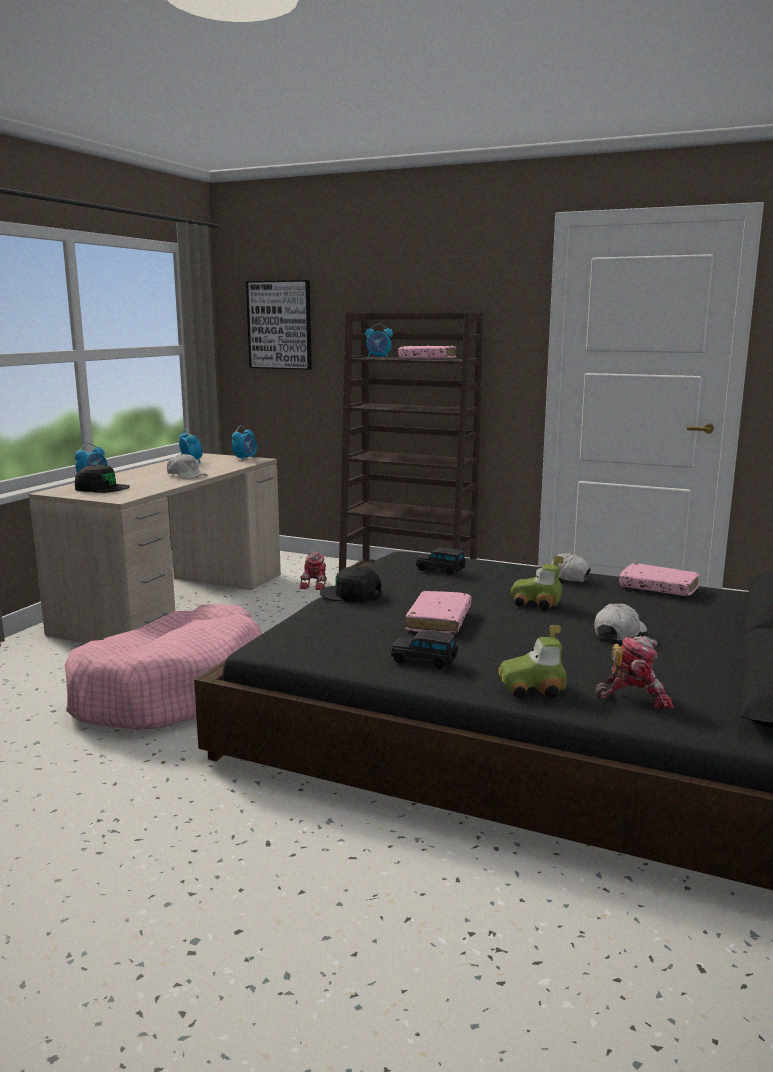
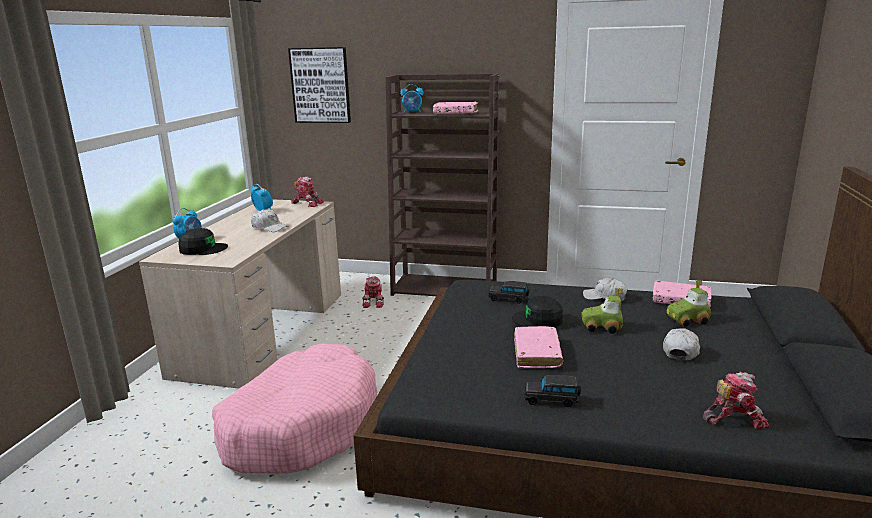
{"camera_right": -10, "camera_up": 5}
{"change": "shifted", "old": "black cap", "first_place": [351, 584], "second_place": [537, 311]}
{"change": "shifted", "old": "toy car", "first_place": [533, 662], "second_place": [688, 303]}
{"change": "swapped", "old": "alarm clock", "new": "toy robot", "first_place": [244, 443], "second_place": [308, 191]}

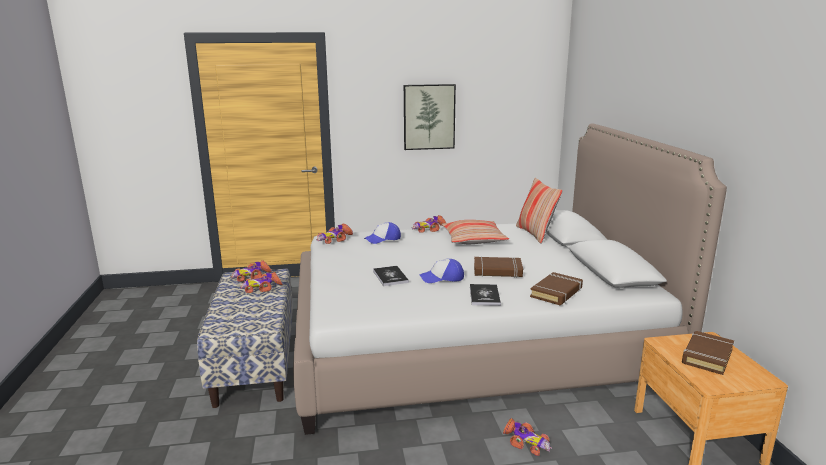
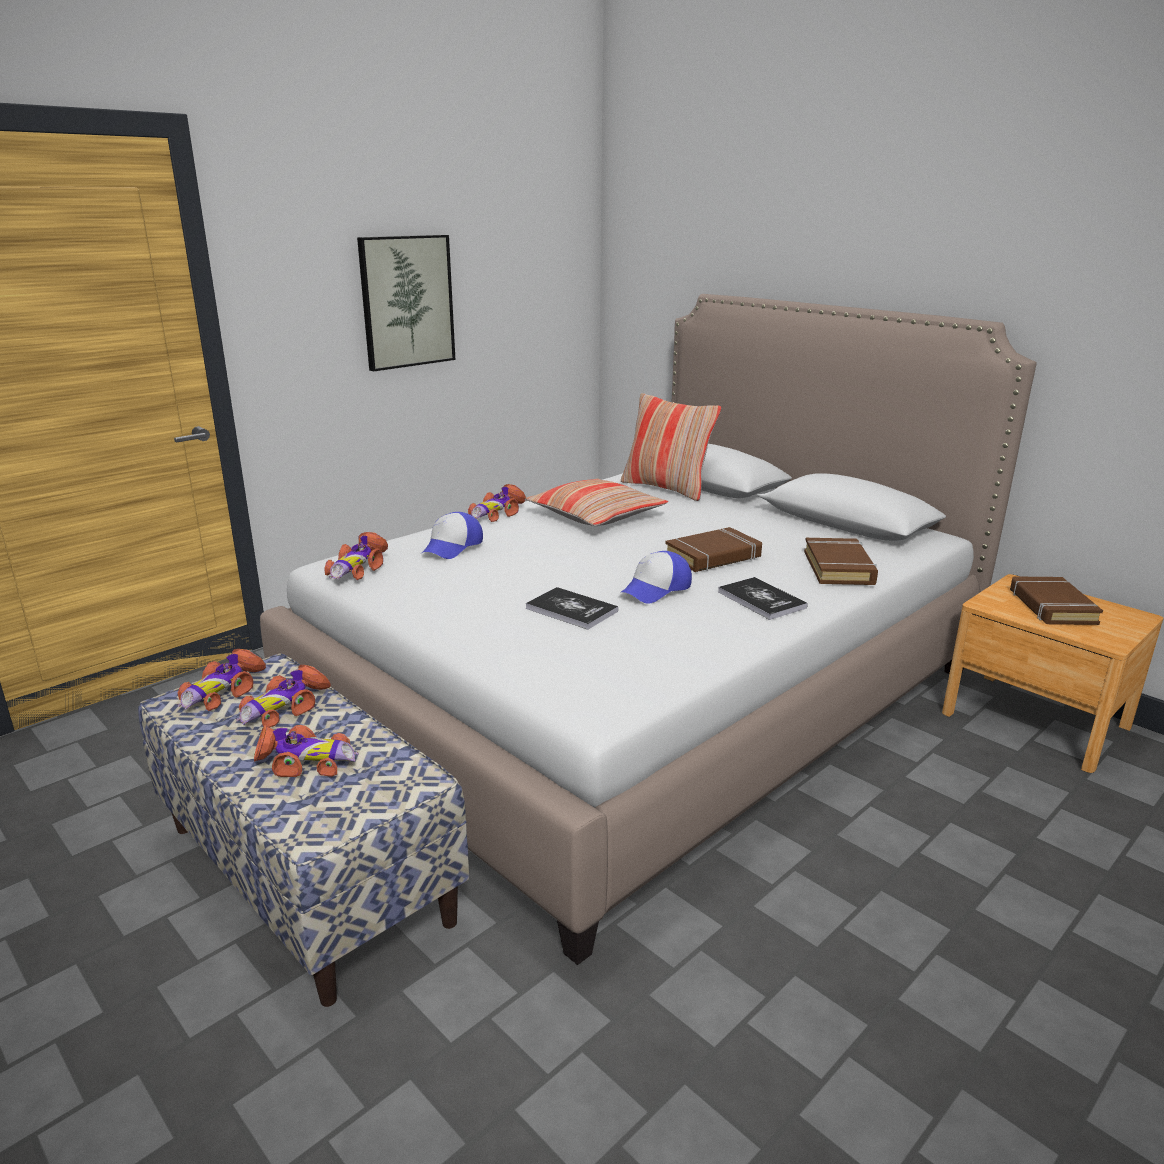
{"camera_right": -35, "camera_up": 5}
{"change": "shifted", "old": "toy car", "first_place": [527, 437], "second_place": [306, 751]}

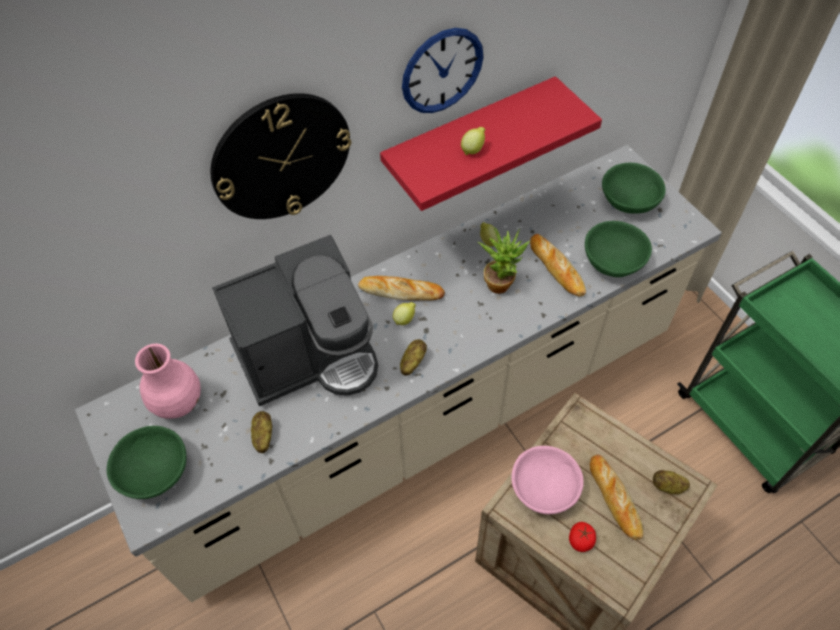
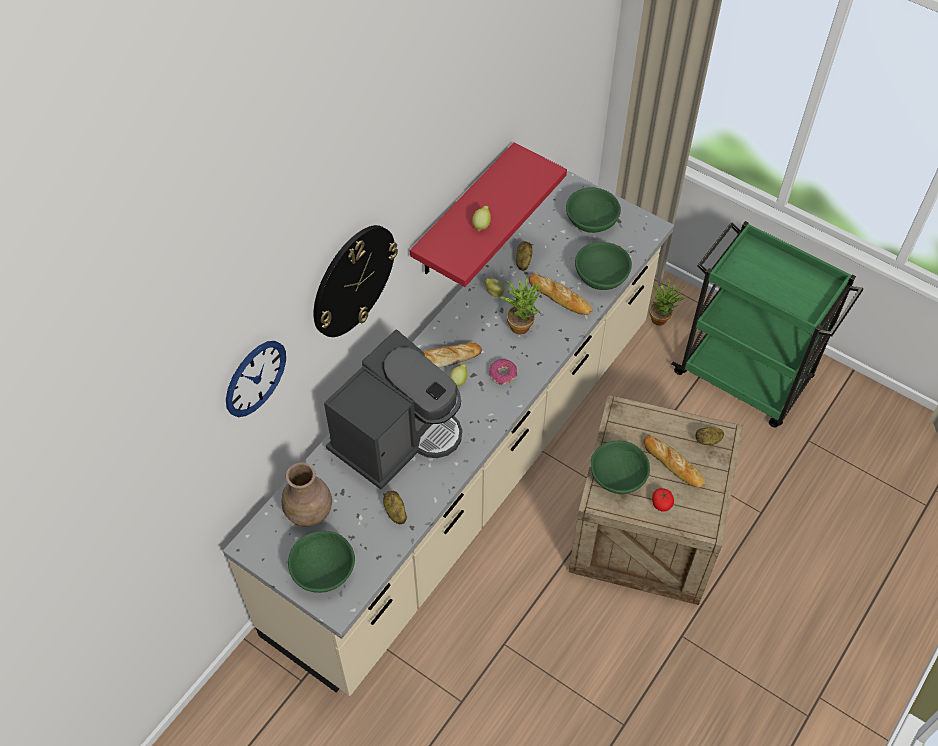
{"camera_right": -25, "camera_up": 0}
{"change": "new", "new": "donut", "second_place": [503, 372]}
{"change": "new", "new": "potted plant", "second_place": [668, 302]}
{"change": "shifted", "old": "potato", "first_place": [413, 357], "second_place": [524, 256]}
{"change": "shifted", "old": "wall clock", "first_place": [443, 70], "second_place": [256, 379]}
{"change": "repainted", "old": "pink vase", "new": "brown vase", "first_place": [168, 381], "second_place": [307, 494]}
{"change": "repainted", "old": "pink bowl", "new": "green bowl", "first_place": [547, 480], "second_place": [620, 467]}

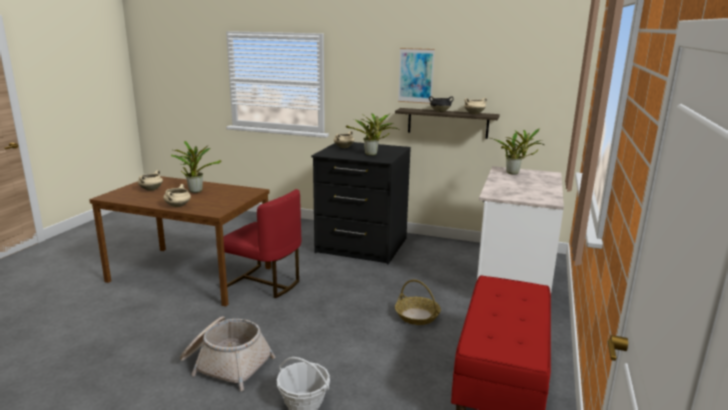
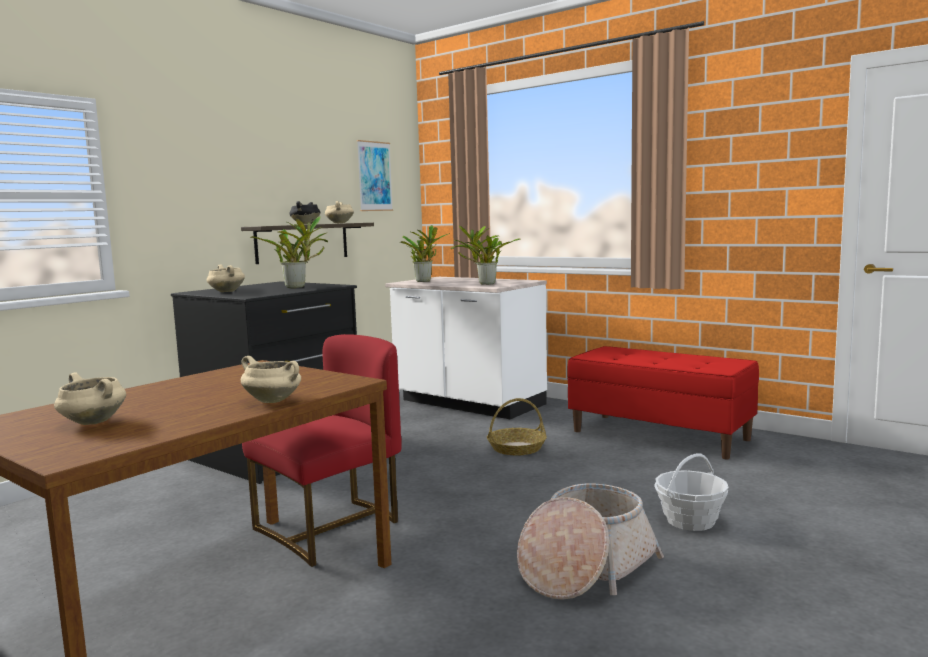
{"camera_right": -70, "camera_up": -10}
{"change": "shifted", "old": "potted plant", "first_place": [196, 167], "second_place": [486, 255]}
{"change": "shifted", "old": "picture", "first_place": [416, 76], "second_place": [375, 175]}

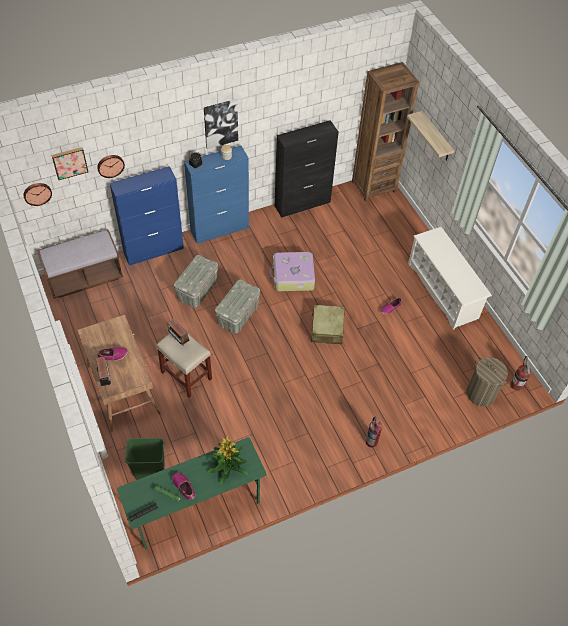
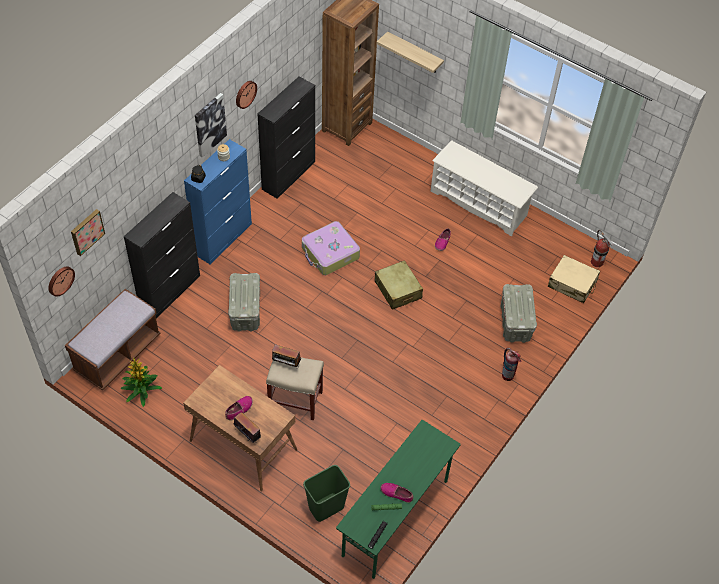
{"camera_right": -30, "camera_up": 0}
{"change": "shifted", "old": "wall clock", "first_place": [111, 166], "second_place": [246, 95]}
{"change": "shifted", "old": "potted plant", "first_place": [228, 460], "second_place": [141, 382]}
{"change": "shifted", "old": "grey storage box", "first_place": [237, 307], "second_place": [518, 313]}
{"change": "swapped", "old": "laundry basket", "new": "beige suitcase", "first_place": [487, 381], "second_place": [574, 279]}
{"change": "repainted", "old": "blue cabinet", "new": "black cabinet", "first_place": [147, 216], "second_place": [162, 255]}

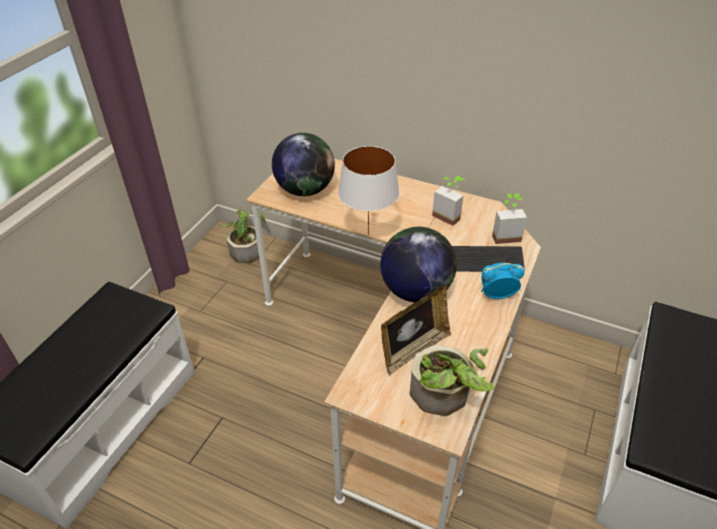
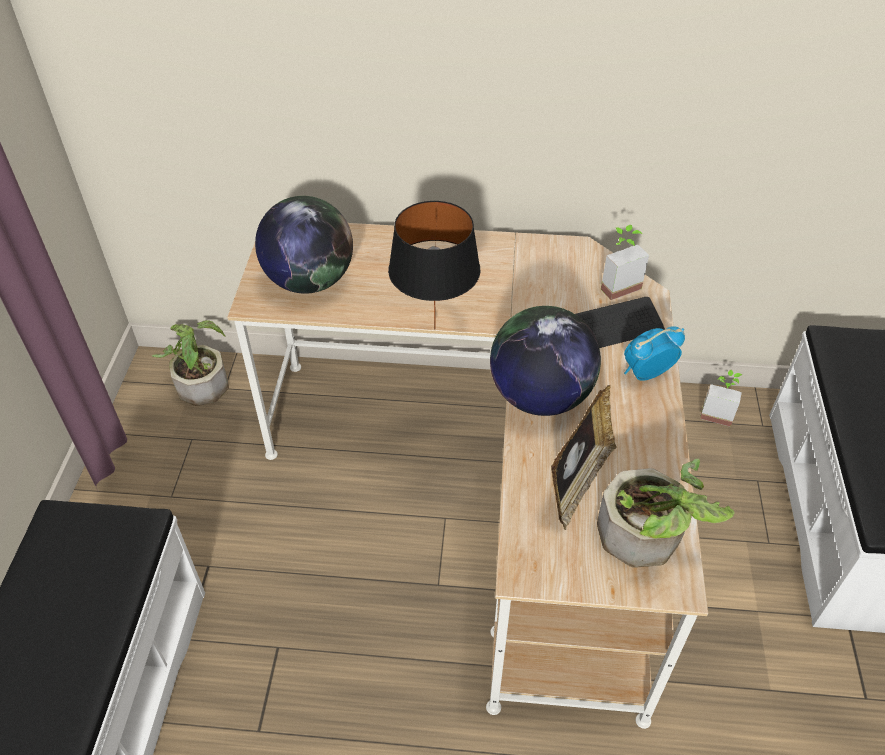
{"camera_right": -20, "camera_up": 5}
{"change": "shifted", "old": "potted plant", "first_place": [448, 201], "second_place": [721, 398]}
{"change": "repainted", "old": "white table lamp", "new": "black table lamp", "first_place": [369, 190], "second_place": [434, 265]}

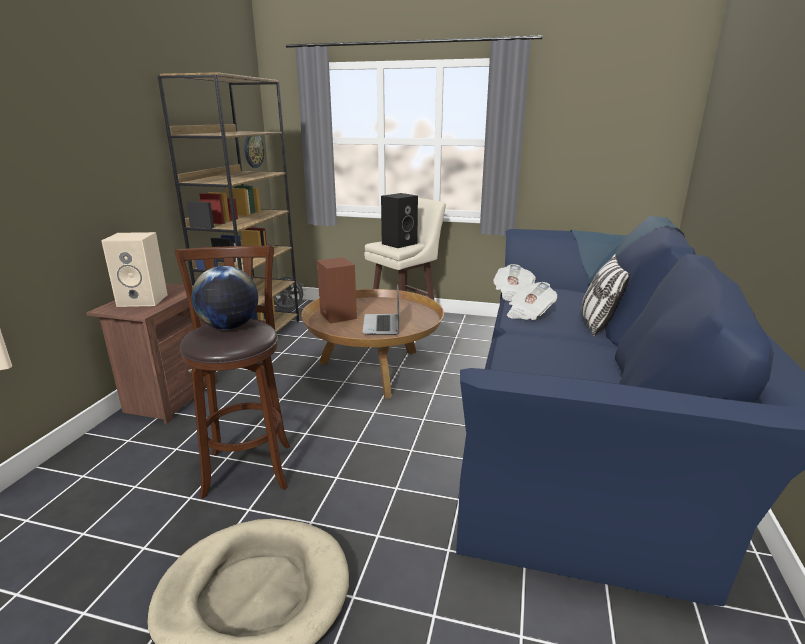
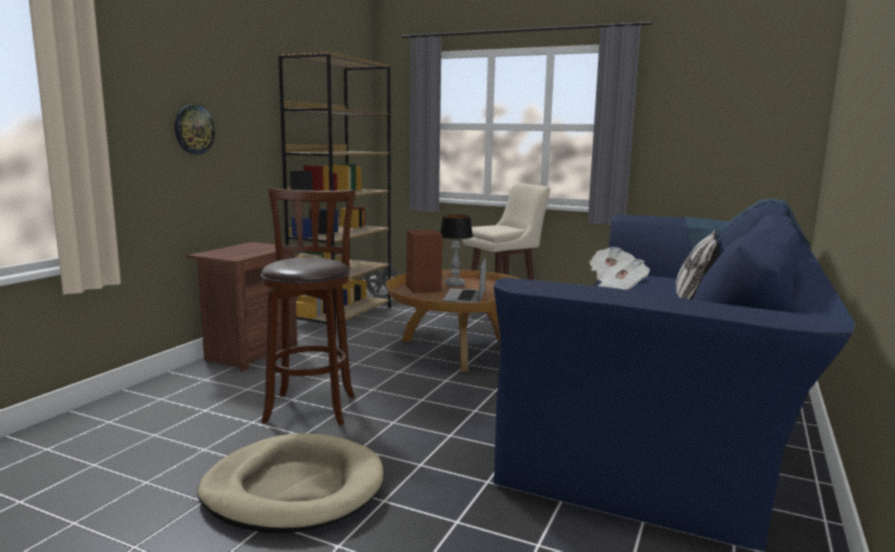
{"camera_right": 10, "camera_up": -10}
{"change": "gone", "old": "beige speaker", "first_place": [134, 269]}
{"change": "gone", "old": "globe", "first_place": [224, 297]}
{"change": "gone", "old": "black speaker", "first_place": [399, 220]}
{"change": "new", "new": "table lamp", "second_place": [456, 250]}
{"change": "shifted", "old": "wall clock", "first_place": [254, 152], "second_place": [195, 129]}

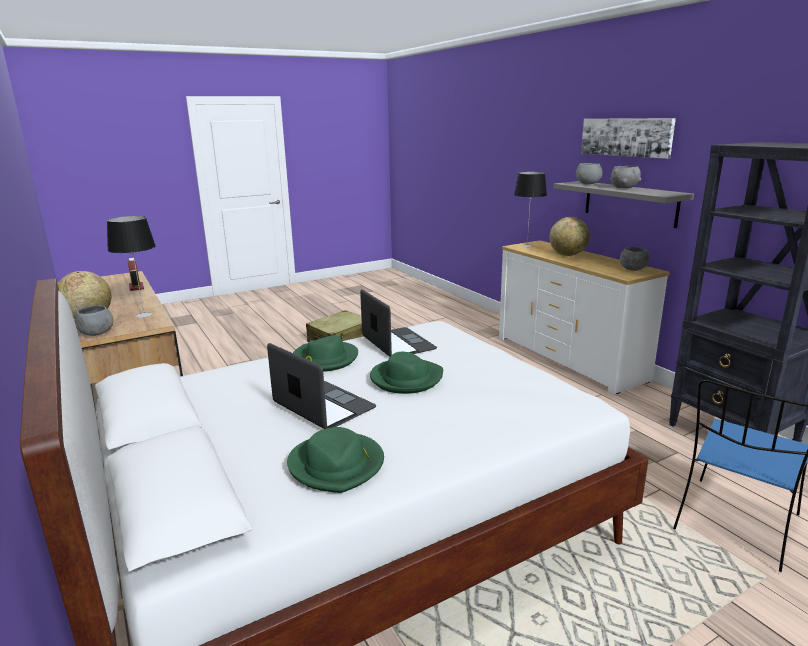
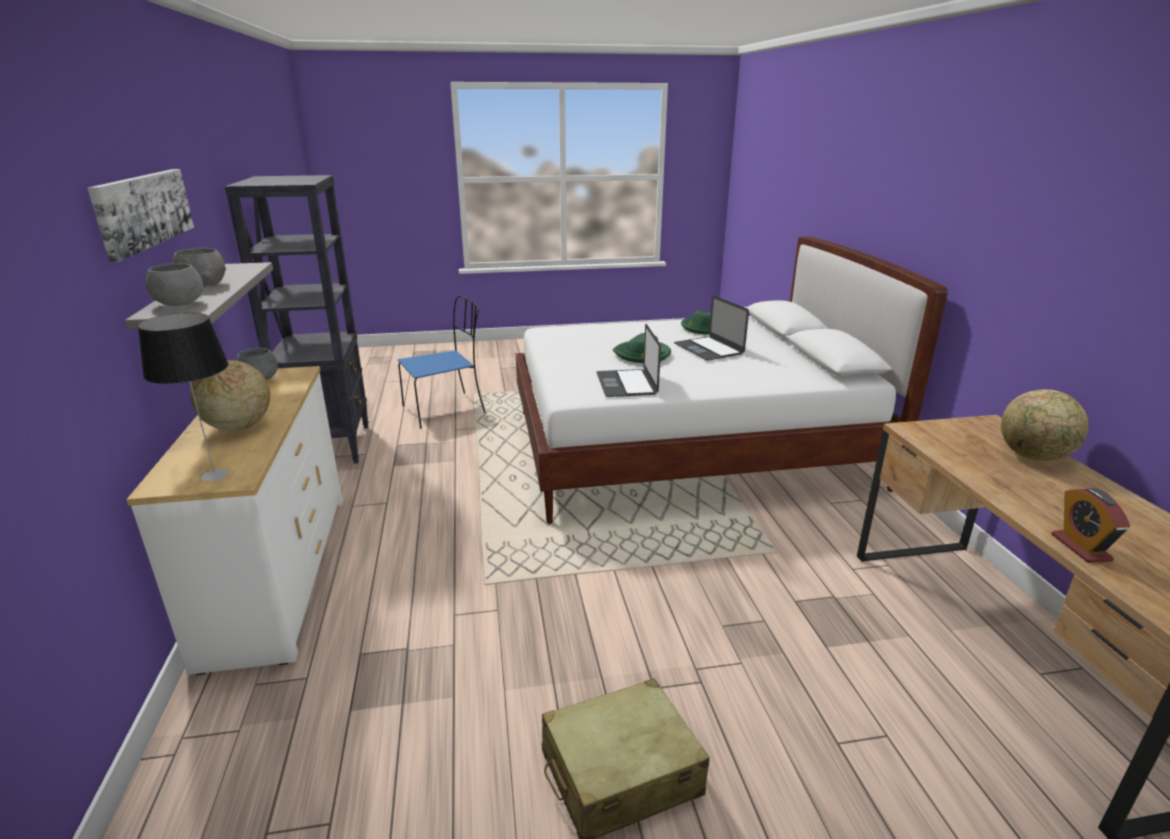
{"camera_right": -160, "camera_up": 5}
{"change": "gone", "old": "grey bowl", "first_place": [94, 320]}
{"change": "gone", "old": "table lamp", "first_place": [131, 267]}
{"change": "gone", "old": "green hat", "first_place": [325, 353]}

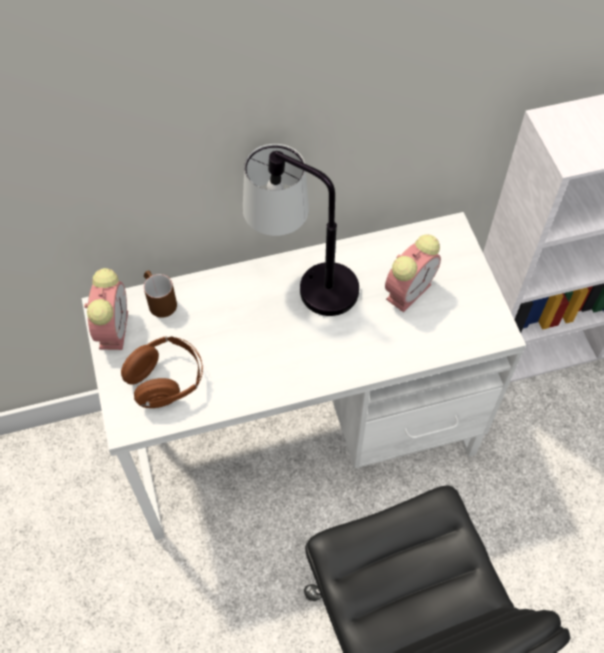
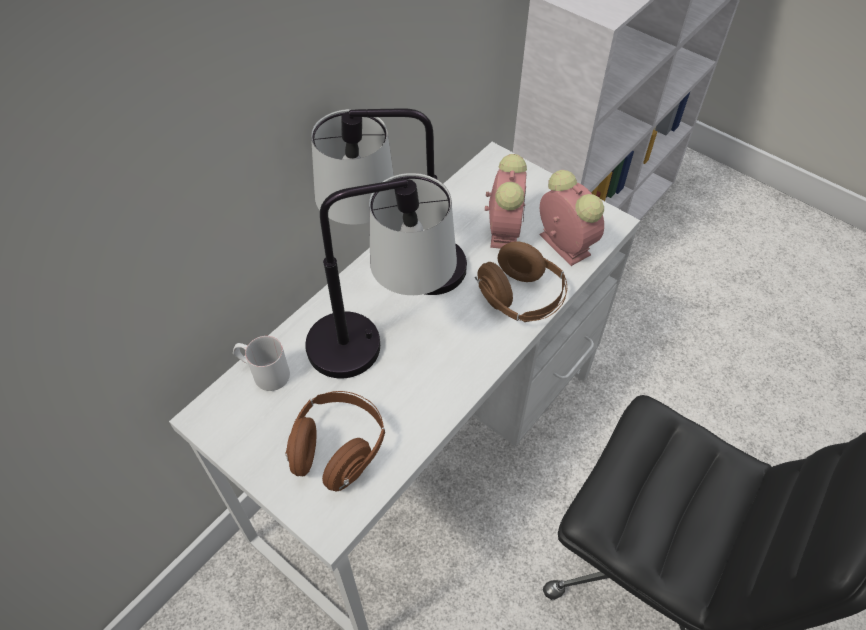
{"camera_right": -35, "camera_up": -5}
{"change": "new", "new": "table lamp", "second_place": [381, 276]}
{"change": "new", "new": "brown headphones", "second_place": [521, 281]}
{"change": "shifted", "old": "alarm clock", "first_place": [106, 309], "second_place": [572, 218]}
{"change": "repainted", "old": "brown mug", "new": "white mug", "first_place": [160, 294], "second_place": [261, 363]}

